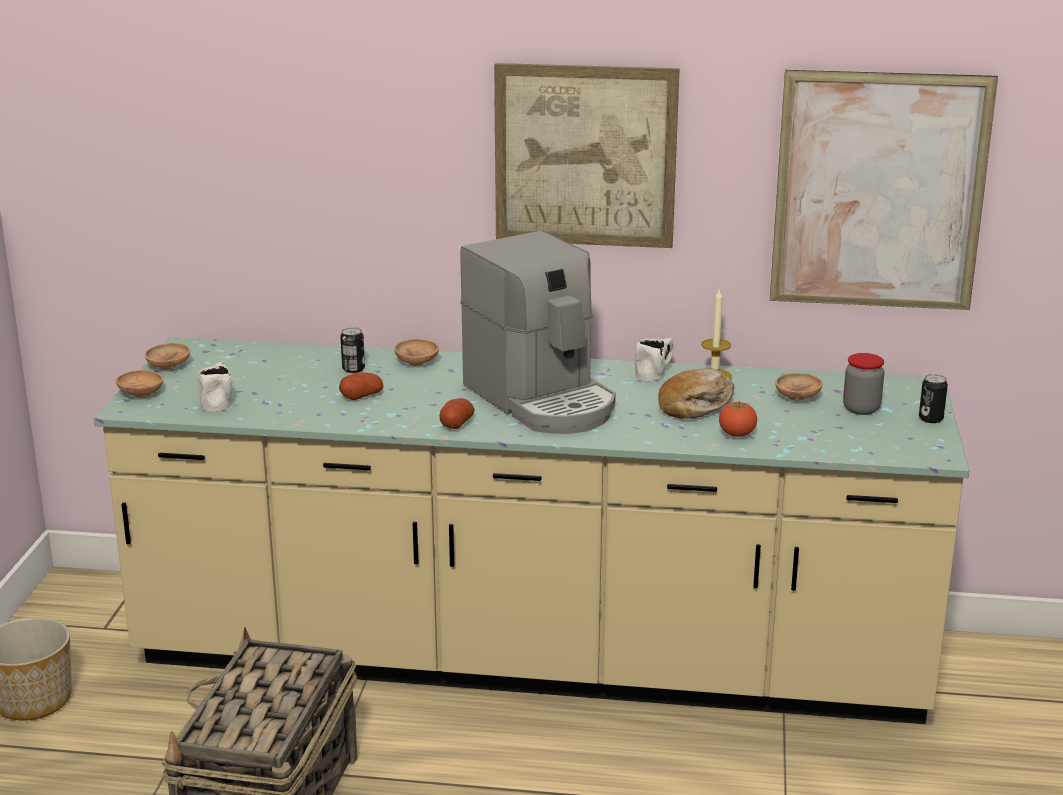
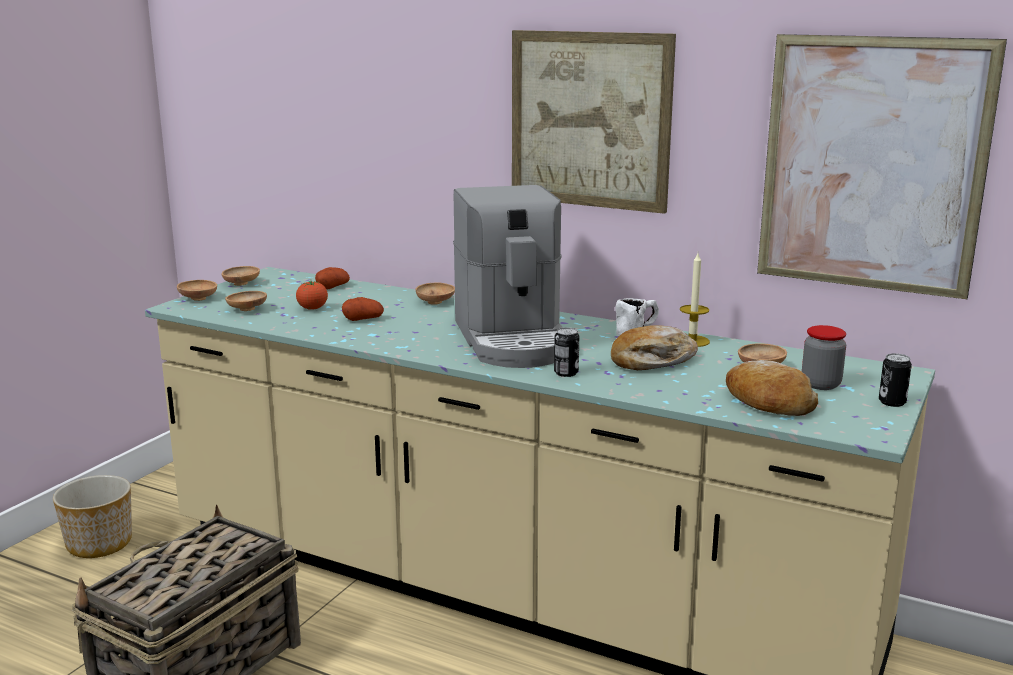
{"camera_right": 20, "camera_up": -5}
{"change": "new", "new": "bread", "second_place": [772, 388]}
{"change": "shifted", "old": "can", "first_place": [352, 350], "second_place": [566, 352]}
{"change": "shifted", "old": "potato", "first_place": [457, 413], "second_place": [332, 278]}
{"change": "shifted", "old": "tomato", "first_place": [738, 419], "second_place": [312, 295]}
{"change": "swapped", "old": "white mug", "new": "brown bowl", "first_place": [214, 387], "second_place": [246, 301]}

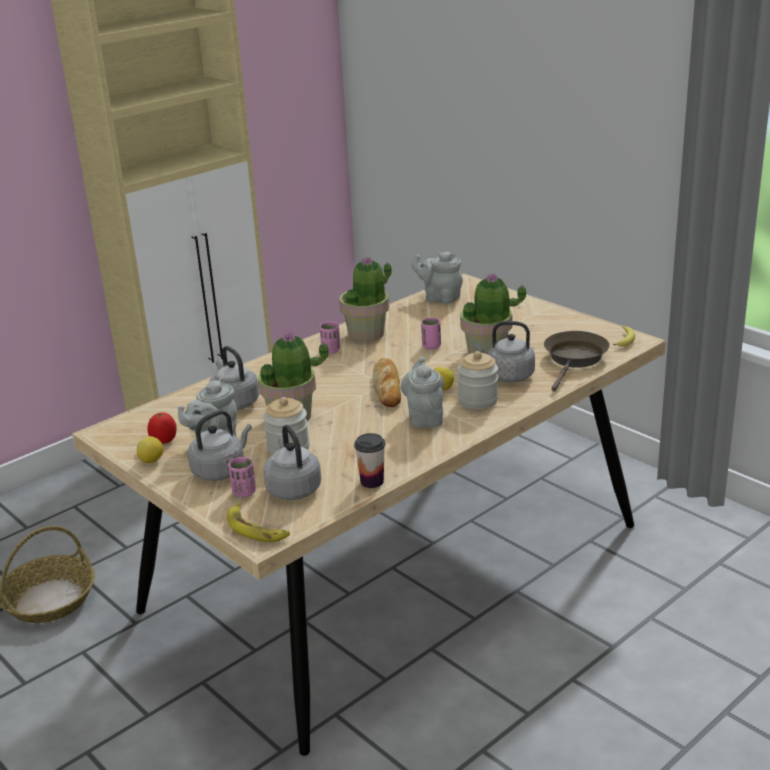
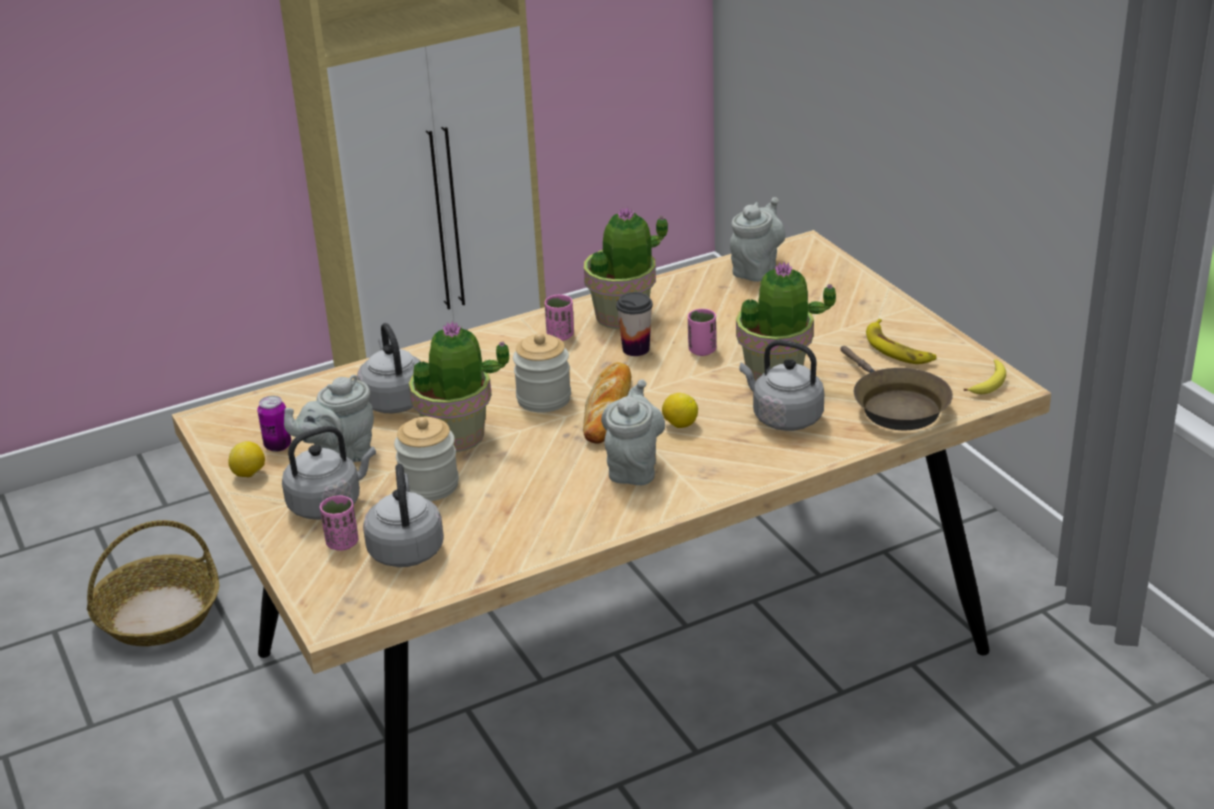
{"camera_right": 15, "camera_up": 5}
{"change": "shifted", "old": "banana", "first_place": [258, 522], "second_place": [901, 341]}
{"change": "shifted", "old": "cup", "first_place": [369, 460], "second_place": [634, 324]}
{"change": "shifted", "old": "jar", "first_place": [477, 380], "second_place": [542, 373]}
{"change": "swapped", "old": "tomato", "new": "can", "first_place": [162, 428], "second_place": [274, 424]}
{"change": "rotated", "old": "grey teapot", "first_place": [437, 278], "second_place": [757, 239], "degrees": 75}
{"change": "rotated", "old": "brown frying pan", "first_place": [576, 361], "second_place": [896, 388], "degrees": 120}

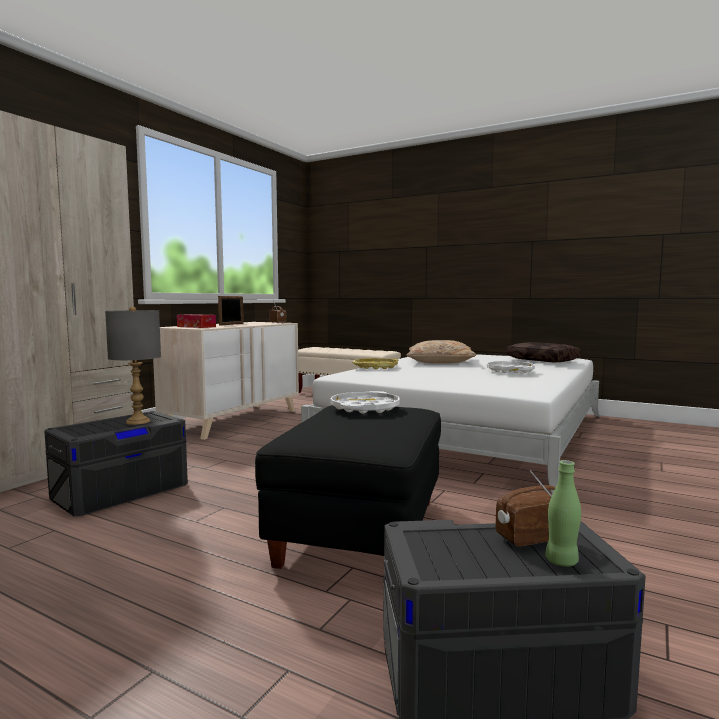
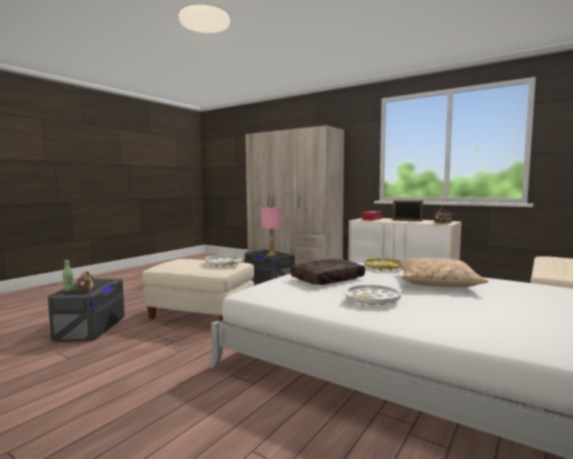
{"camera_right": 95, "camera_up": 0}
{"change": "shifted", "old": "brown pillow", "first_place": [544, 352], "second_place": [327, 271]}
{"change": "repainted", "old": "grey table lamp", "new": "pink table lamp", "first_place": [133, 365], "second_place": [271, 231]}
{"change": "repainted", "old": "black ottoman", "new": "beige ottoman", "first_place": [348, 487], "second_place": [198, 290]}

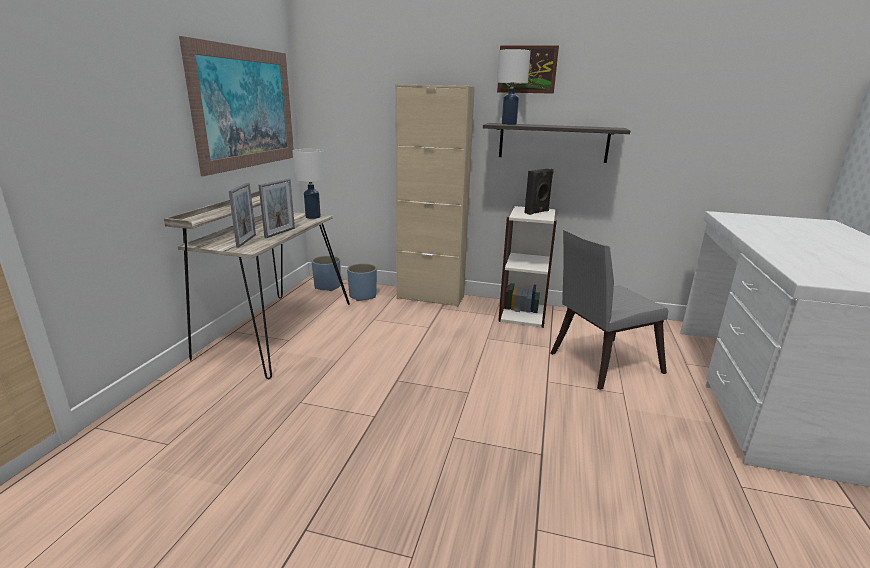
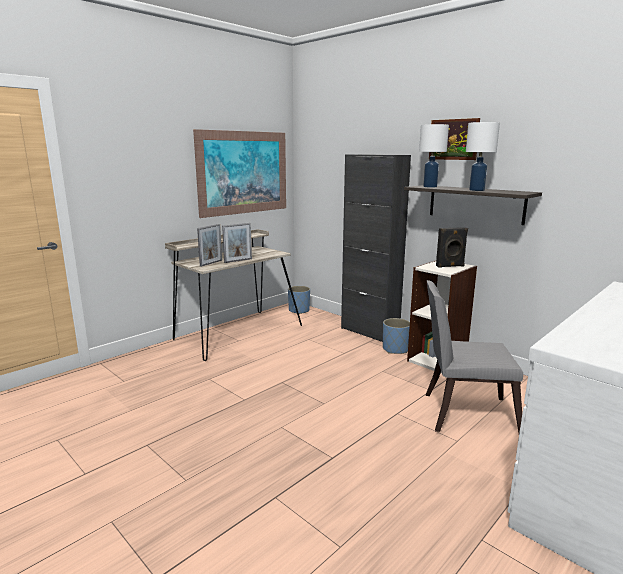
{"camera_right": 30, "camera_up": -5}
{"change": "shifted", "old": "white table lamp", "first_place": [309, 184], "second_place": [483, 156]}
{"change": "shifted", "old": "blue planter", "first_place": [362, 282], "second_place": [396, 336]}
{"change": "repainted", "old": "beige cabinet", "new": "black cabinet", "first_place": [435, 195], "second_place": [376, 248]}

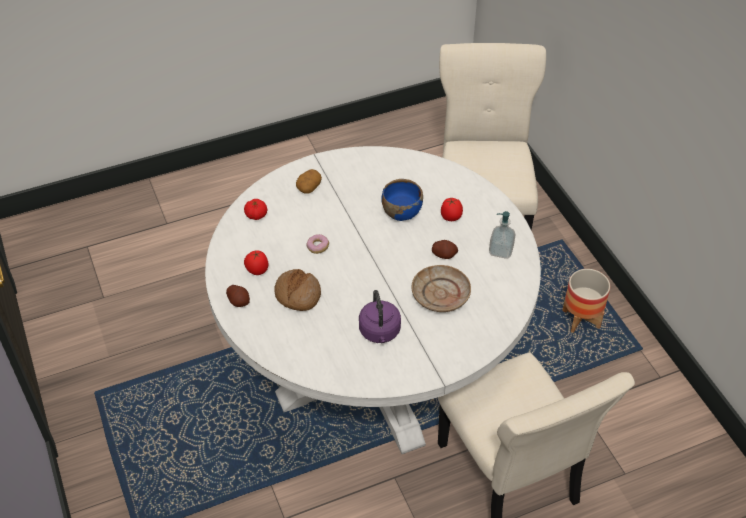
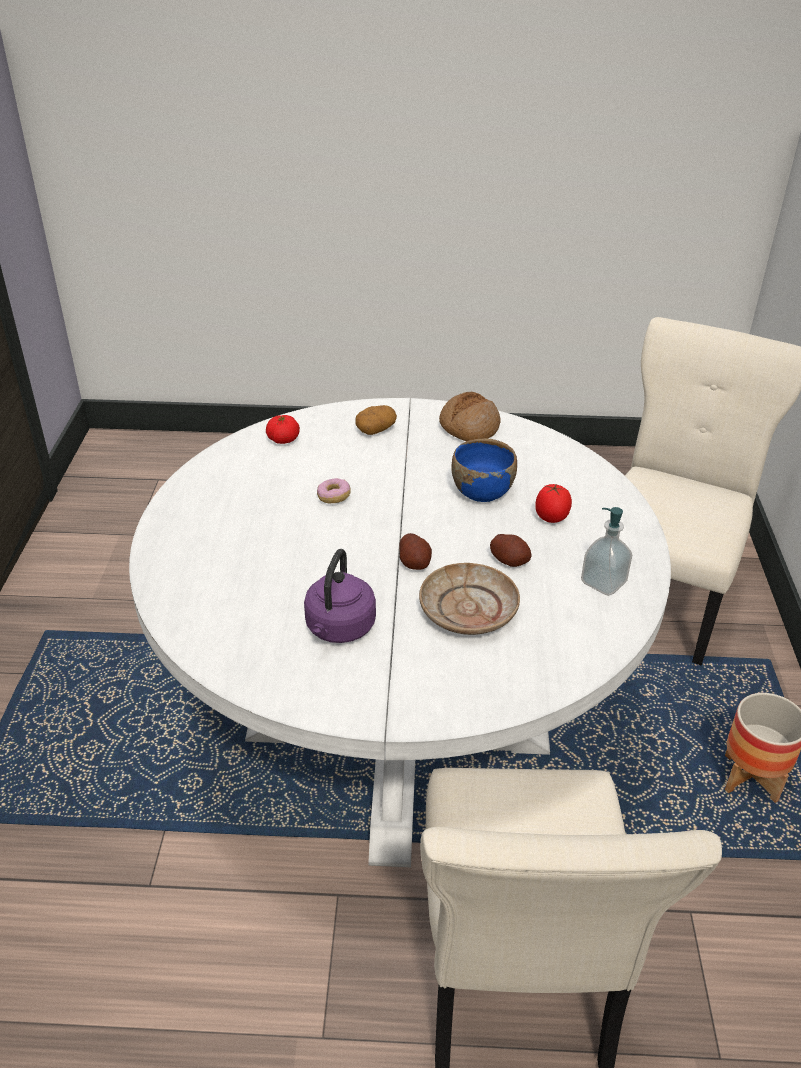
{"camera_right": 25, "camera_up": -10}
{"change": "gone", "old": "tomato", "first_place": [256, 263]}
{"change": "shifted", "old": "potato", "first_place": [238, 296], "second_place": [415, 551]}
{"change": "shifted", "old": "bread", "first_place": [297, 290], "second_place": [469, 416]}

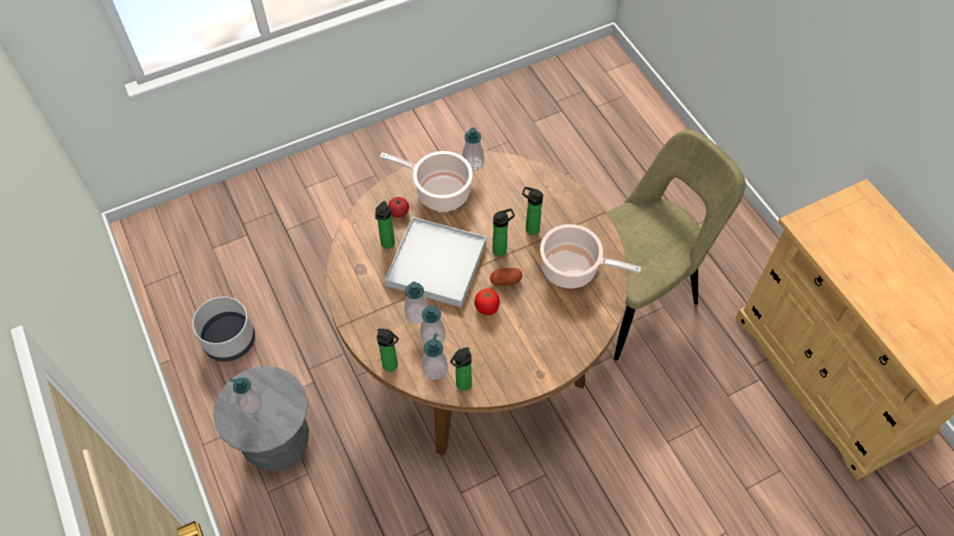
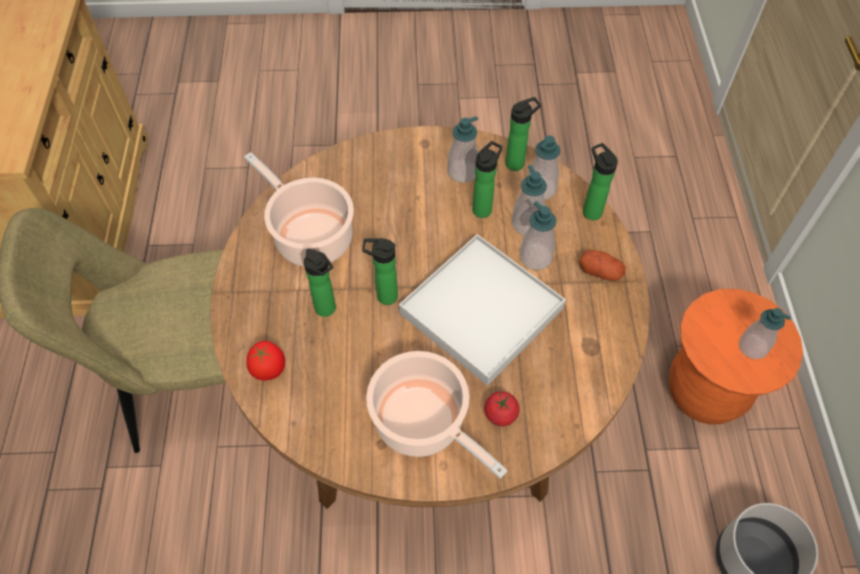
{"camera_right": -155, "camera_up": 0}
{"change": "shifted", "old": "bottle", "first_place": [385, 225], "second_place": [487, 179]}
{"change": "shifted", "old": "soap dispenser", "first_place": [473, 149], "second_place": [462, 149]}
{"change": "shifted", "old": "tomato", "first_place": [487, 301], "second_place": [265, 360]}
{"change": "shifted", "old": "potato", "first_place": [506, 277], "second_place": [602, 265]}
{"change": "repainted", "old": "grey stool", "new": "orange stool", "first_place": [261, 418], "second_place": [736, 357]}

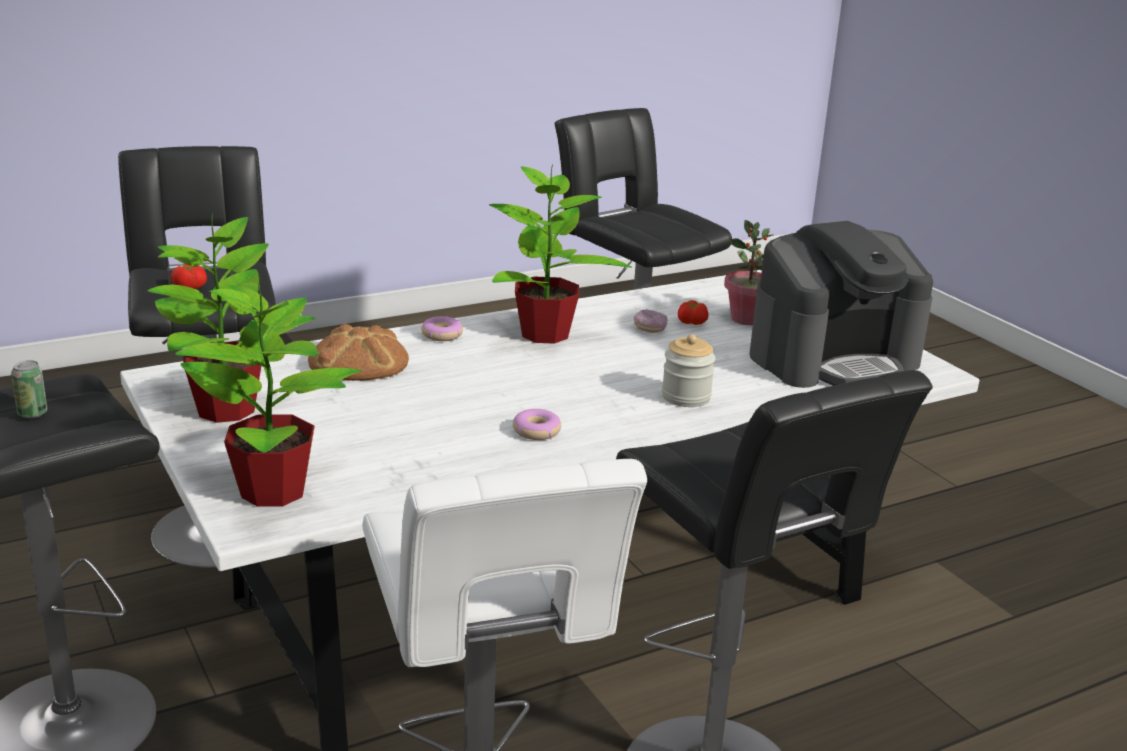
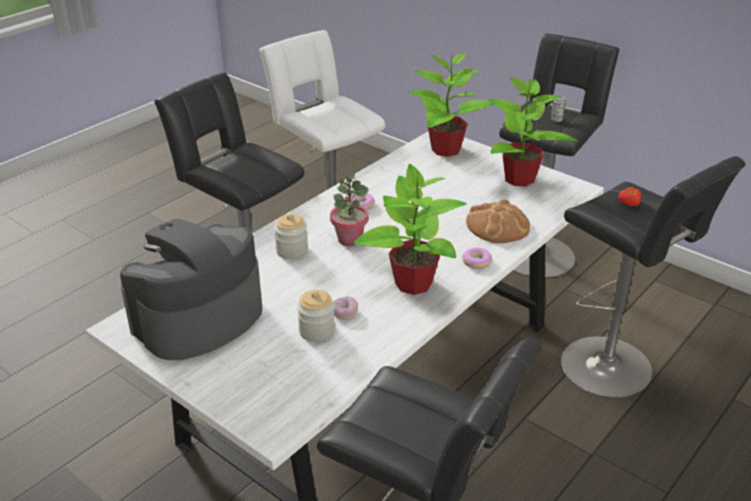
{"camera_right": 160, "camera_up": 10}
{"change": "shifted", "old": "potted plant", "first_place": [749, 272], "second_place": [349, 210]}
{"change": "swapped", "old": "tomato", "new": "jar", "first_place": [693, 312], "second_place": [316, 316]}

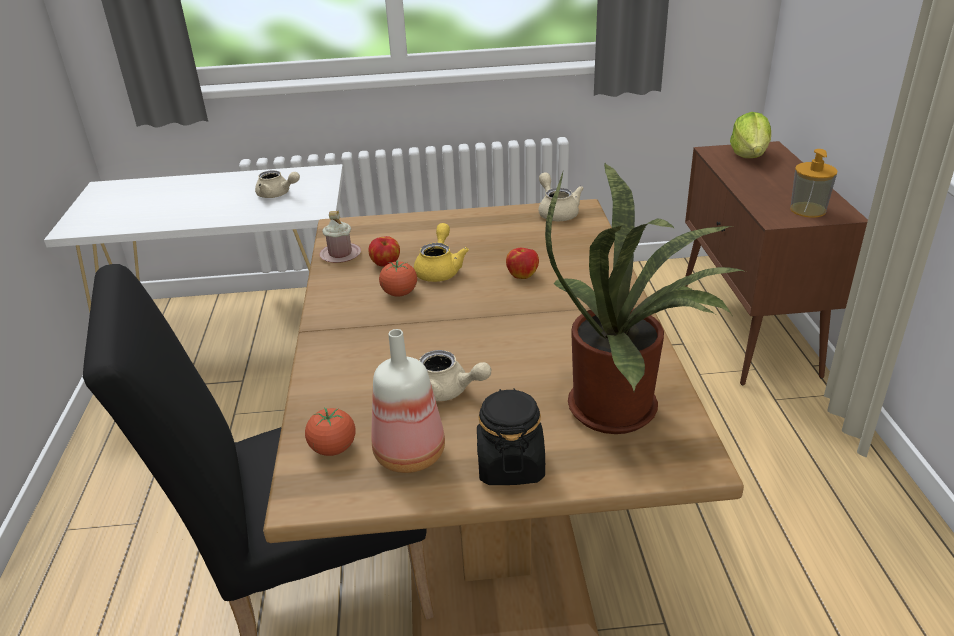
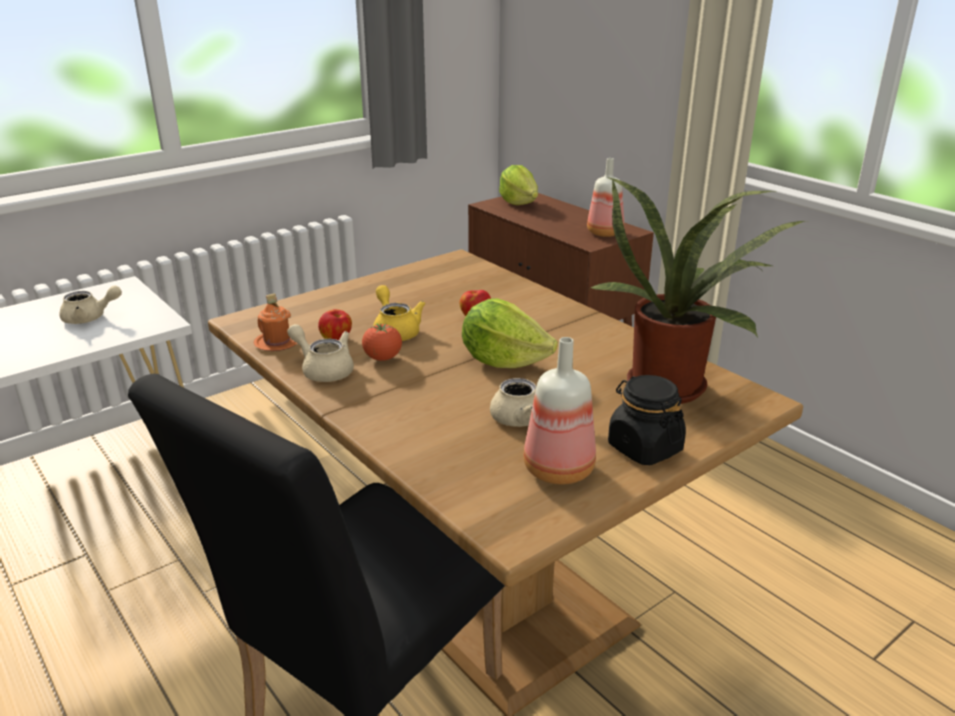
{"camera_right": -35, "camera_up": -5}
{"change": "gone", "old": "tomato", "first_place": [330, 432]}
{"change": "new", "new": "lettuce", "second_place": [510, 333]}
{"change": "shifted", "old": "beige teapot", "first_place": [561, 196], "second_place": [320, 353]}
{"change": "swapped", "old": "soap dispenser", "new": "bottle", "first_place": [814, 183], "second_place": [605, 197]}
{"change": "repainted", "old": "pink mug", "new": "orange mug", "first_place": [340, 237], "second_place": [275, 322]}

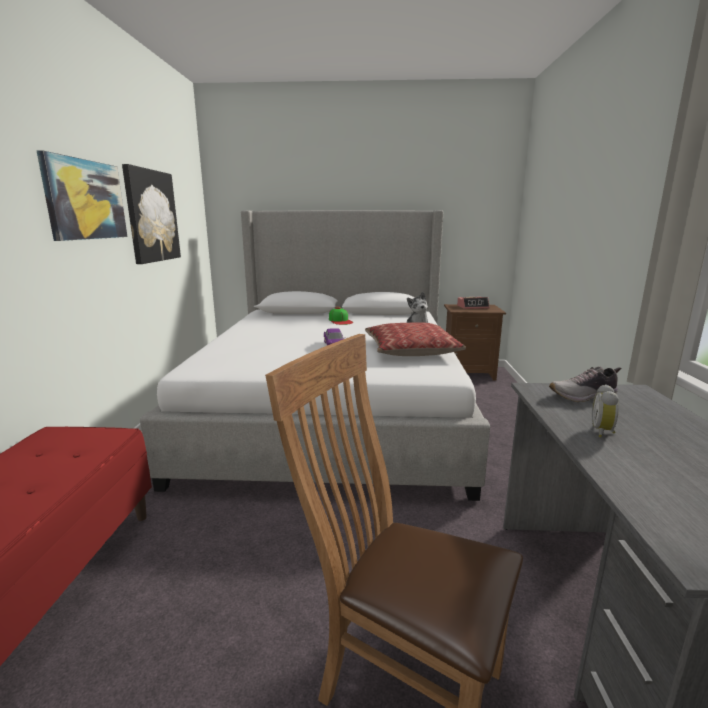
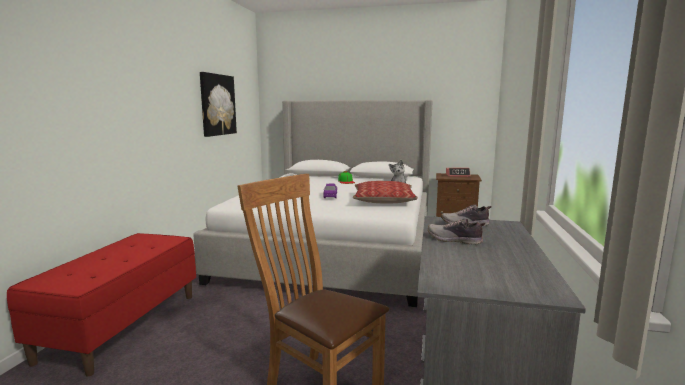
{"camera_right": 10, "camera_up": -5}
{"change": "gone", "old": "picture", "first_place": [82, 196]}
{"change": "swapped", "old": "alarm clock", "new": "shoe", "first_place": [605, 411], "second_place": [457, 232]}

